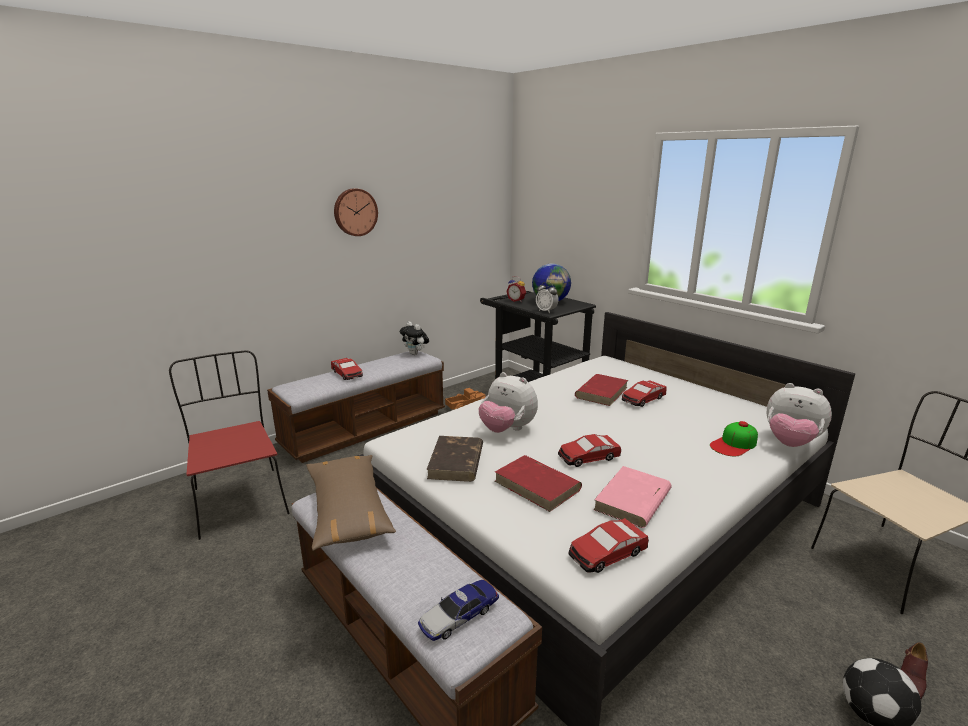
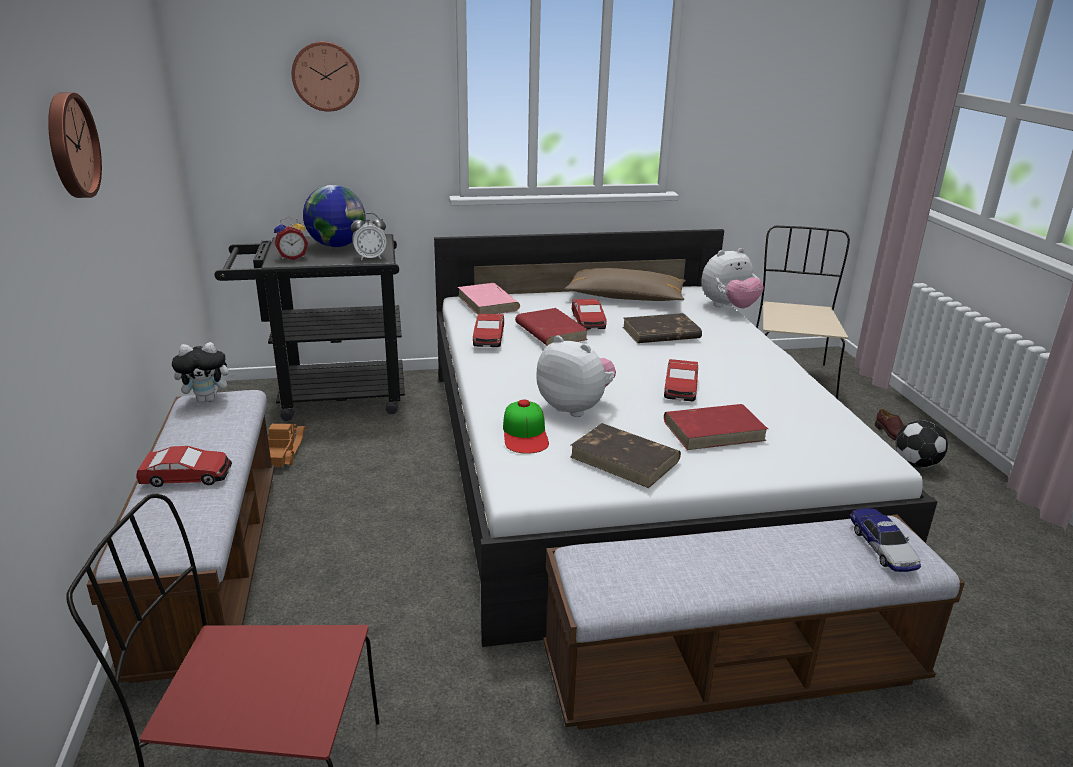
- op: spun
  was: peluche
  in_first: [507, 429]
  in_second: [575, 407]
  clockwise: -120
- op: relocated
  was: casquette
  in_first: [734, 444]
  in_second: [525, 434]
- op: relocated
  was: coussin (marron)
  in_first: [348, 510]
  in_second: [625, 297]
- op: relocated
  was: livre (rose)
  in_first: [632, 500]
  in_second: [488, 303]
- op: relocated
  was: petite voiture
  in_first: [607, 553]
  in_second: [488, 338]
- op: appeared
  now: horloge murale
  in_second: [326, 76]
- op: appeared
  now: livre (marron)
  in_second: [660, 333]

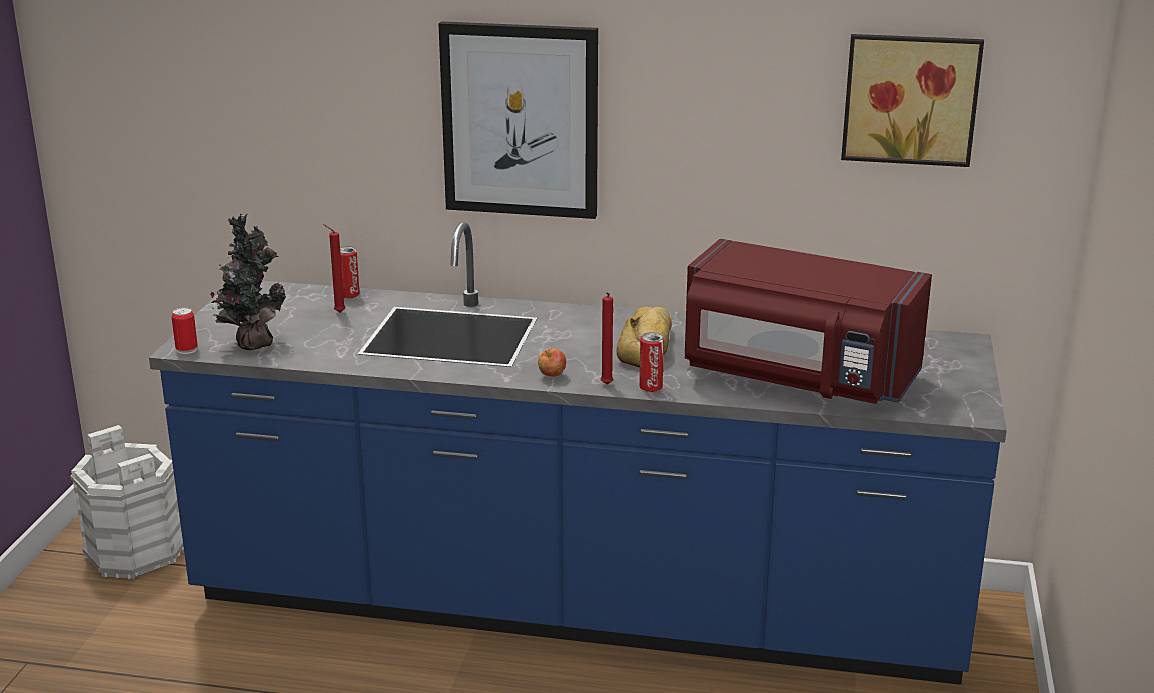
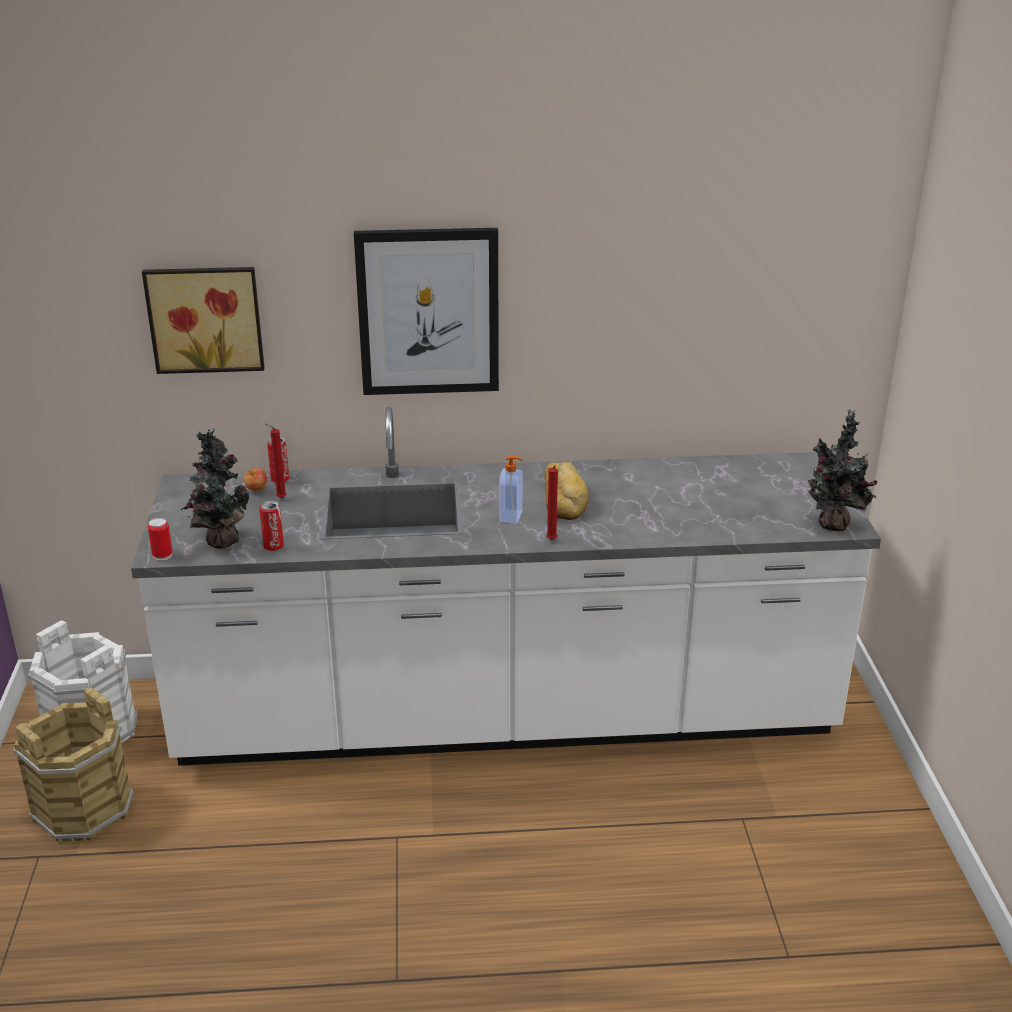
- op: relocated
  was: tableau
  in_first: [910, 98]
  in_second: [205, 318]
- op: colour
  was: comptoir de cuisine (bleu)
  now: comptoir de cuisine (blanc)
  in_first: [577, 607]
  in_second: [506, 718]
- op: missing
  was: micro-ondes (rouge)
  in_first: [796, 377]
- op: relocated
  was: boîte métallique
  in_first: [650, 387]
  in_second: [273, 546]
- op: relocated
  was: pomme
  in_first: [552, 376]
  in_second: [257, 490]
- op: appeared
  now: plante en pot
  in_second: [833, 526]
- op: appeared
  now: distributeur de savon
  in_second: [511, 516]
- op: appeared
  now: seau (marron)
  in_second: [83, 809]

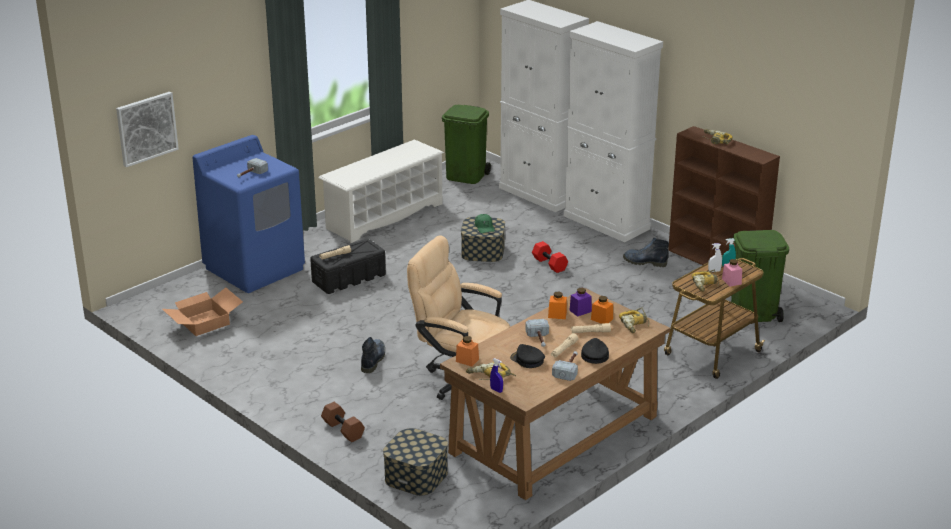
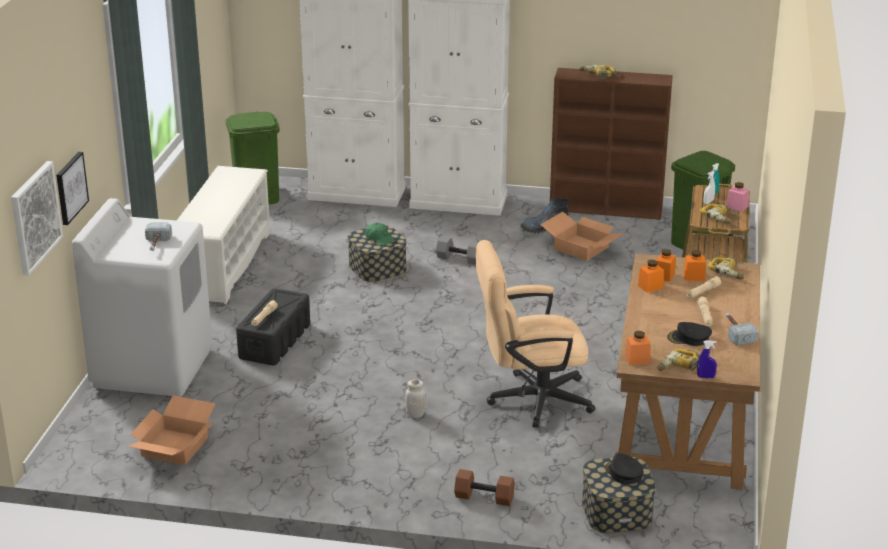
- op: colour
  was: lave-linge (bleu)
  now: lave-linge (blanc)
  in_first: [255, 268]
  in_second: [152, 367]
- op: colour
  was: haltère (rouge)
  now: haltère (gris)
  in_first: [550, 264]
  in_second: [460, 258]
- op: colour
  was: bocal (violet)
  now: bocal (orange)
  in_first: [580, 311]
  in_second: [664, 276]
- op: missing
  was: marteau
  in_first: [539, 340]
- op: exchanged
  was: botte
  now: bocal (blanc)
  in_first: [373, 359]
  in_second: [415, 414]
- op: relocated
  was: casquette (noir)
  in_first: [594, 355]
  in_second: [623, 473]
- op: appeared
  now: tableau
  in_second: [70, 187]
- op: appeared
  now: carton
  in_second: [582, 248]

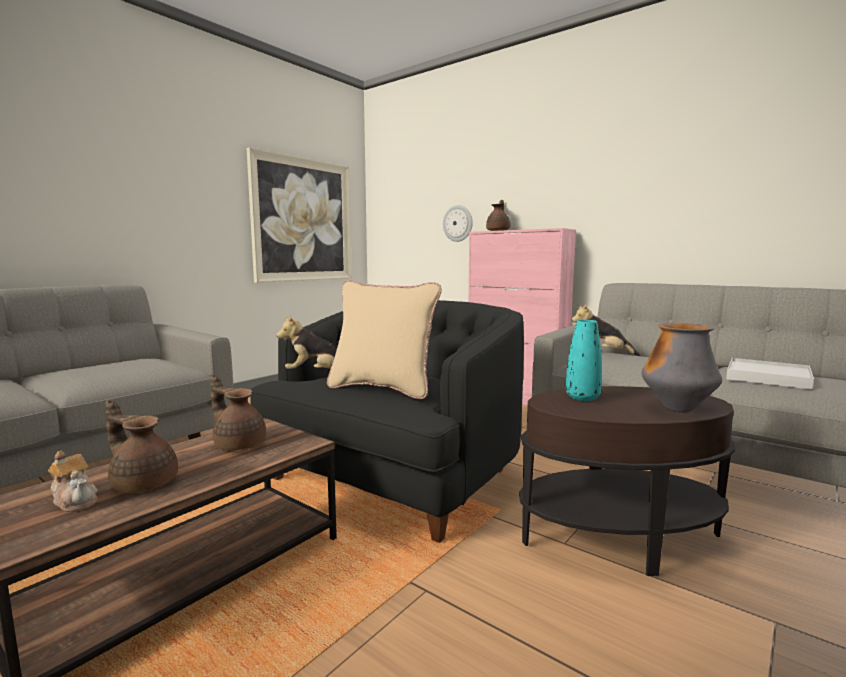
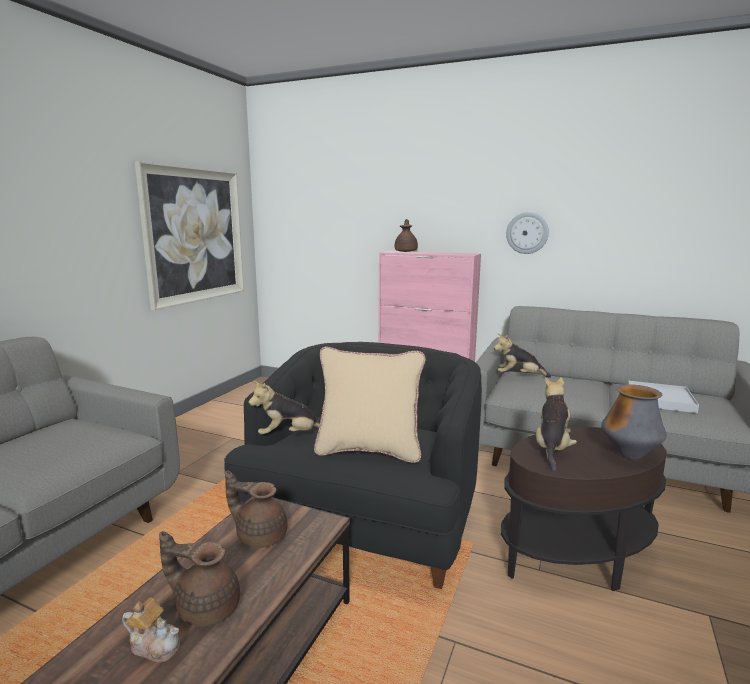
- op: relocated
  was: horloge murale
  in_first: [458, 223]
  in_second: [527, 233]
- op: exchanged
  was: vase (turquoise)
  now: peluche
  in_first: [582, 398]
  in_second: [552, 448]

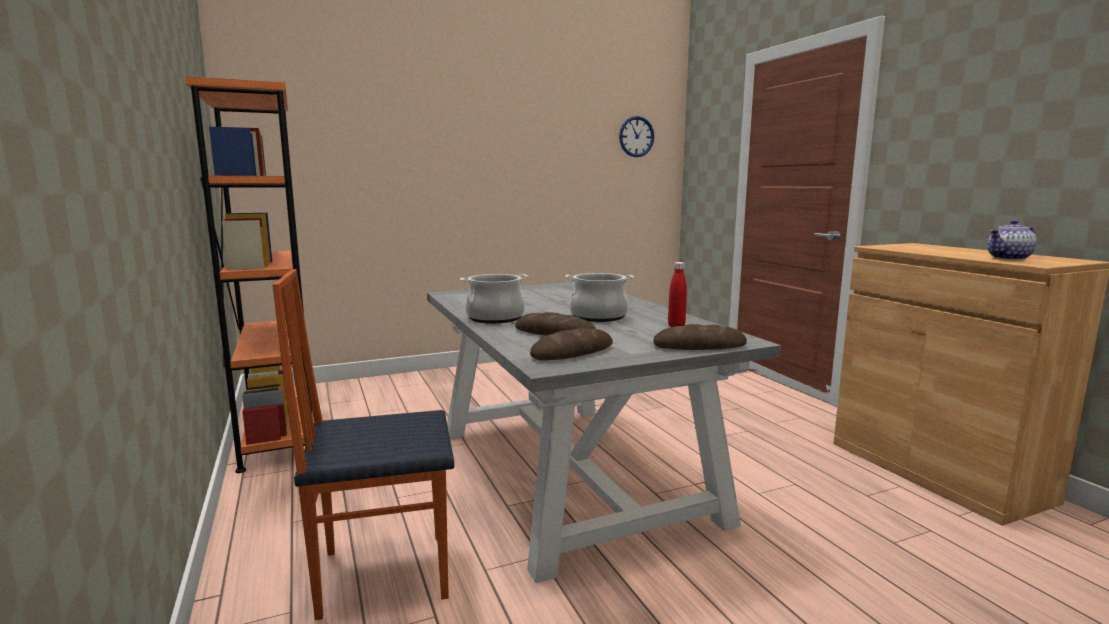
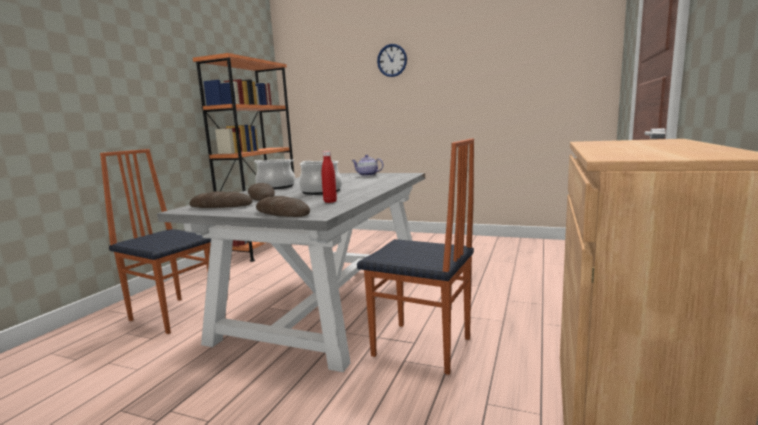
- op: relocated
  was: horloge murale
  in_first: [636, 136]
  in_second: [392, 60]
- op: relocated
  was: théière
  in_first: [1009, 258]
  in_second: [367, 175]
- op: appeared
  now: chaise
  in_second: [422, 348]

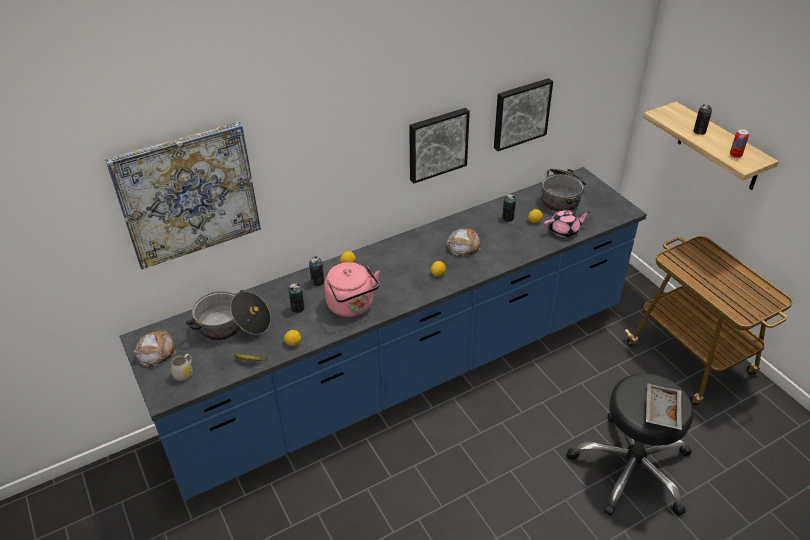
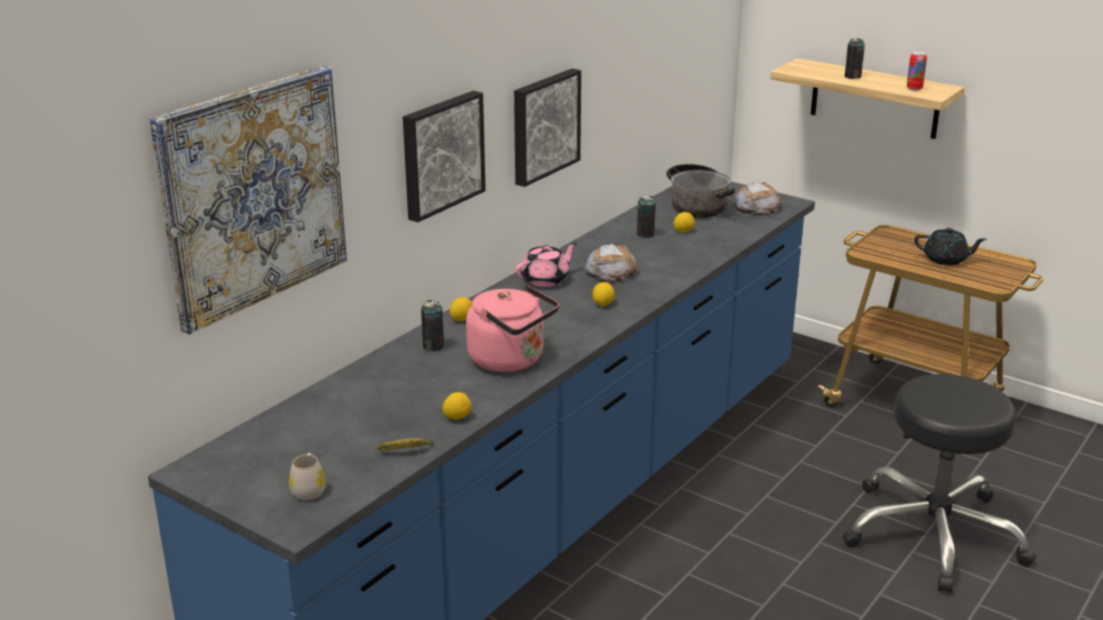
- op: relocated
  was: tableau
  in_first: [520, 113]
  in_second: [441, 154]
- op: relocated
  was: théière (rose)
  in_first: [564, 231]
  in_second: [546, 280]
- op: missing
  was: boîte métallique
  in_first: [298, 308]
- op: missing
  was: marmite
  in_first: [232, 326]
- op: relocated
  was: pain
  in_first: [155, 351]
  in_second: [756, 206]
- op: missing
  was: plateau (gris)
  in_first: [660, 411]
- op: appeared
  now: théière (noir)
  in_second: [946, 259]

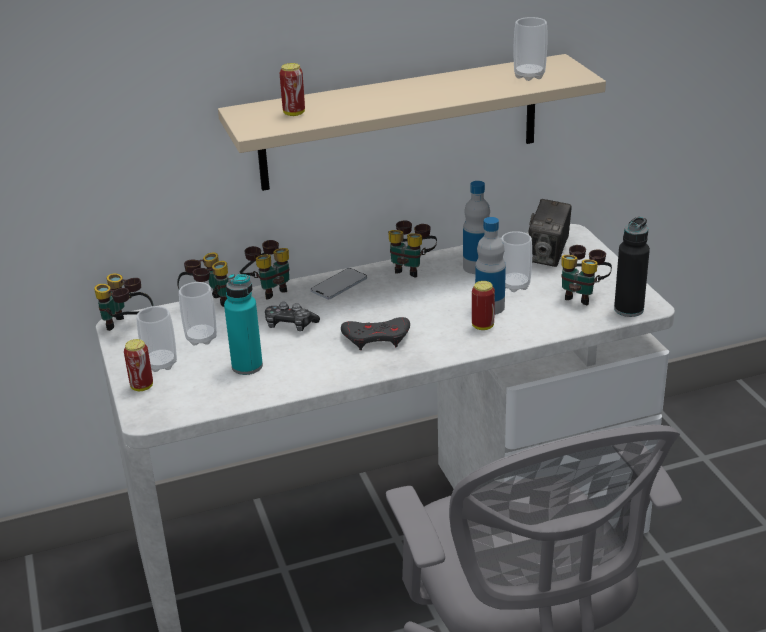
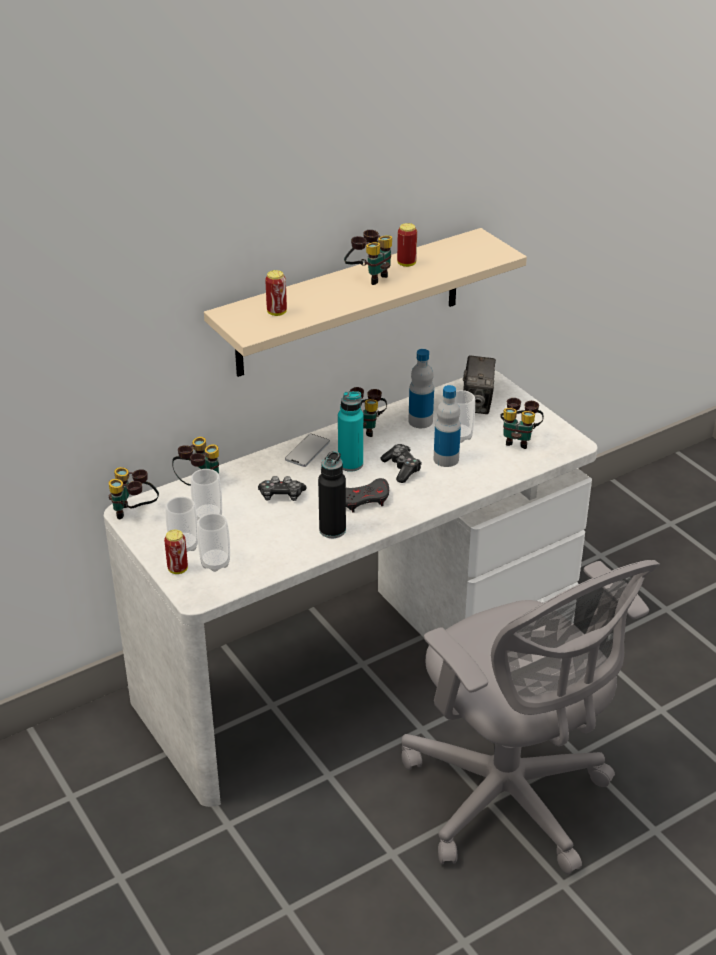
- op: relocated
  was: tasse
  in_first: [529, 76]
  in_second: [215, 563]
- op: relocated
  was: bouteille (noir)
  in_first: [628, 309]
  in_second: [332, 530]
- op: relocated
  was: jumelles
  in_first: [269, 289]
  in_second: [369, 276]
- op: relocated
  was: bouteille (turquoise)
  in_first: [247, 366]
  in_second: [350, 464]
- op: relocated
  was: boîte métallique
  in_first: [482, 326]
  in_second: [406, 264]
- op: appeared
  now: manette
  in_second: [402, 468]

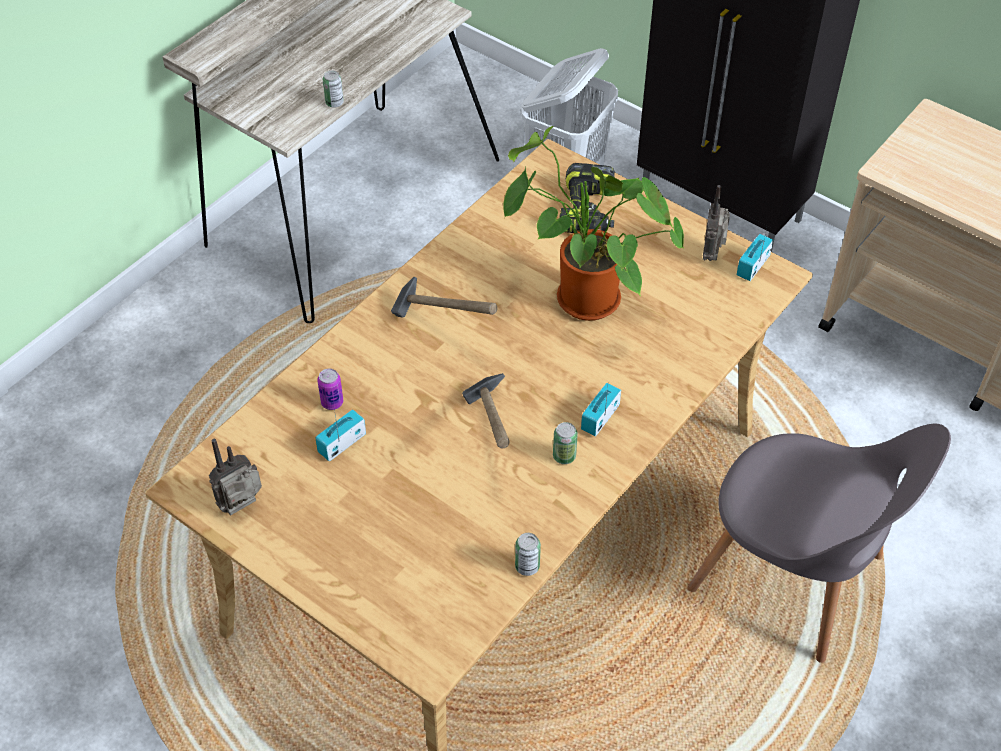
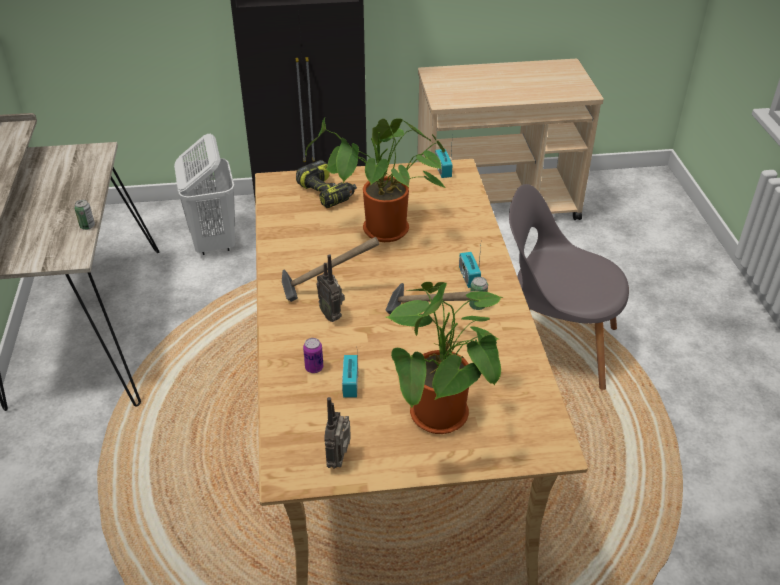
- op: relocated
  was: radio
  in_first: [712, 254]
  in_second: [332, 315]
- op: spun
  was: chaise (gris)
  in_first: [793, 578]
  in_second: [554, 345]
  clockwise: -150
- op: missing
  was: boîte métallique
  in_first: [527, 566]
- op: appeared
  now: plante en pot
  in_second: [443, 420]

